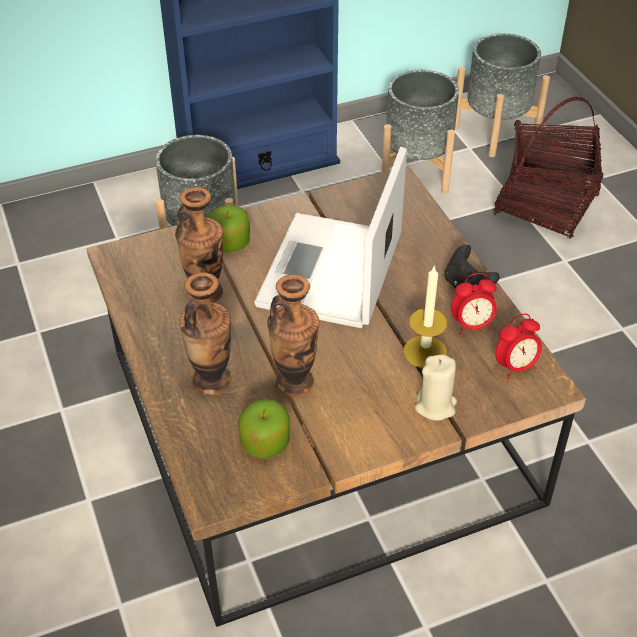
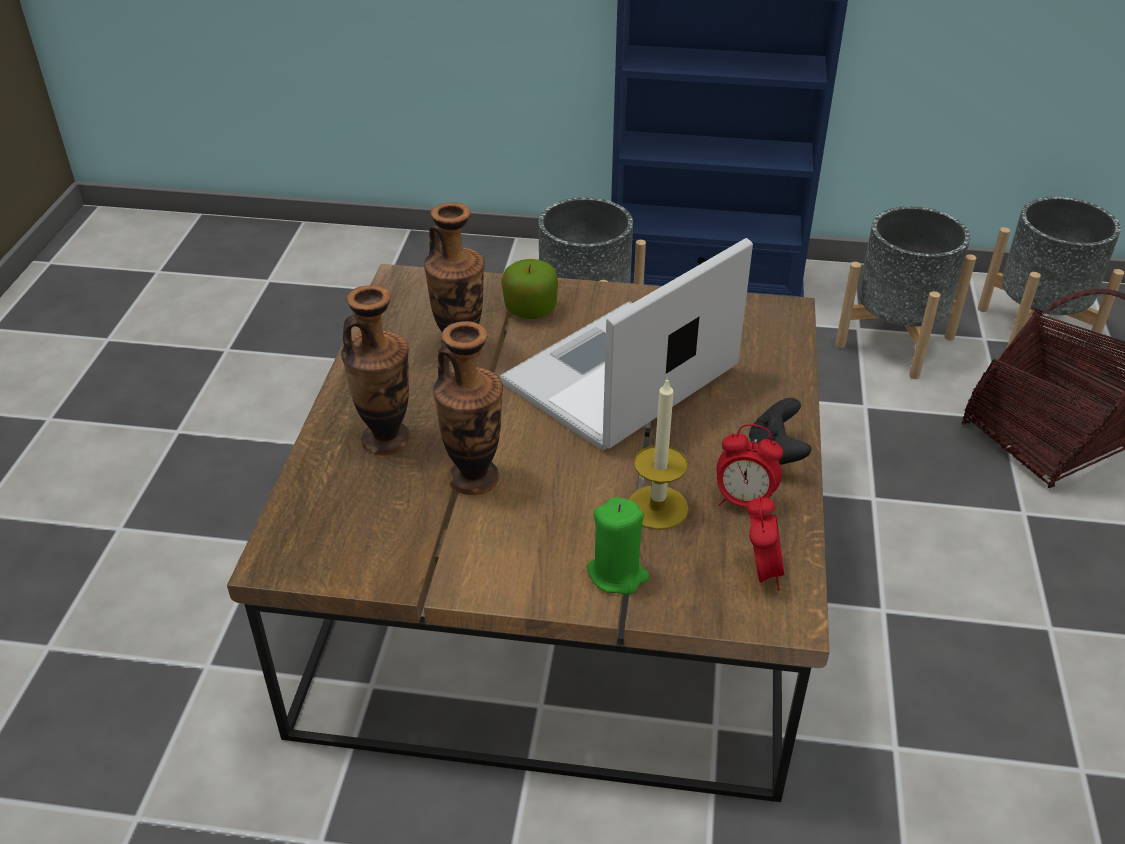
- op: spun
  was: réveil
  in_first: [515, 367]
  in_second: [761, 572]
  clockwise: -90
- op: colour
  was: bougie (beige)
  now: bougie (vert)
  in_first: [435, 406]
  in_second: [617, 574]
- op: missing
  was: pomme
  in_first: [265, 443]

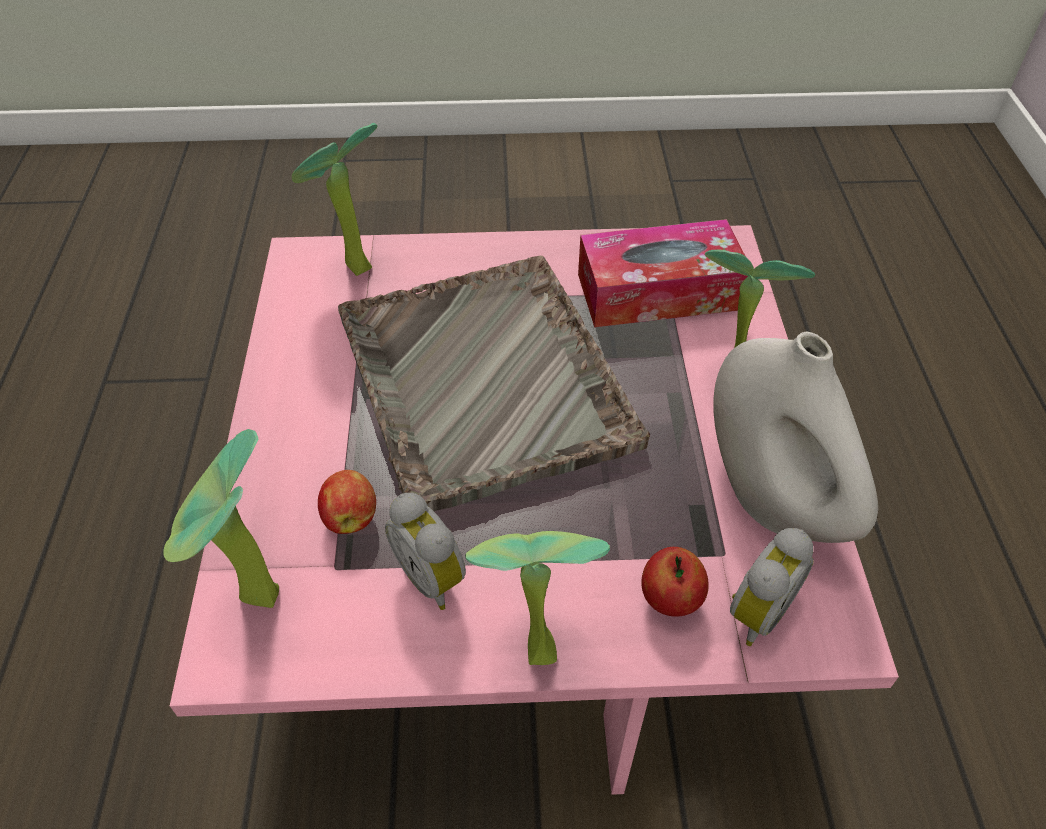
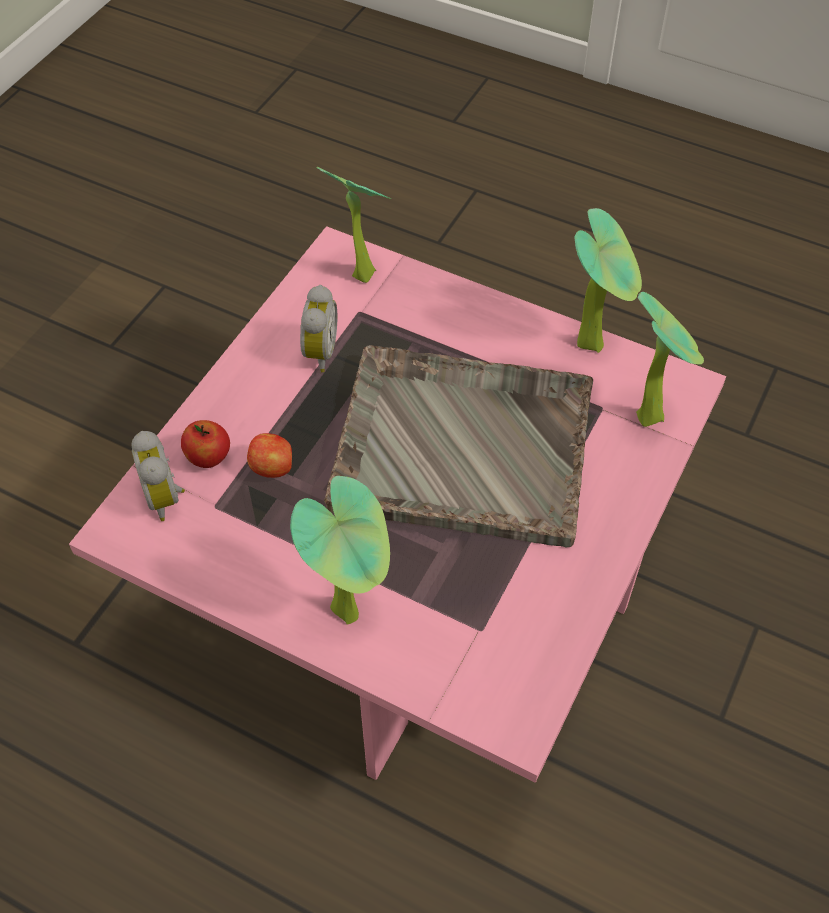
- op: missing
  was: boîte à mouchoirs
  in_first: [658, 292]
- op: missing
  was: vase (blanc)
  in_first: [772, 499]
- op: relocated
  was: pomme
  in_first: [351, 517]
  in_second: [273, 468]
- op: spun
  was: réveil
  in_first: [434, 576]
  in_second: [317, 352]
  clockwise: 105
- op: relocated
  was: plante en pot
  in_first: [533, 645]
  in_second: [594, 342]

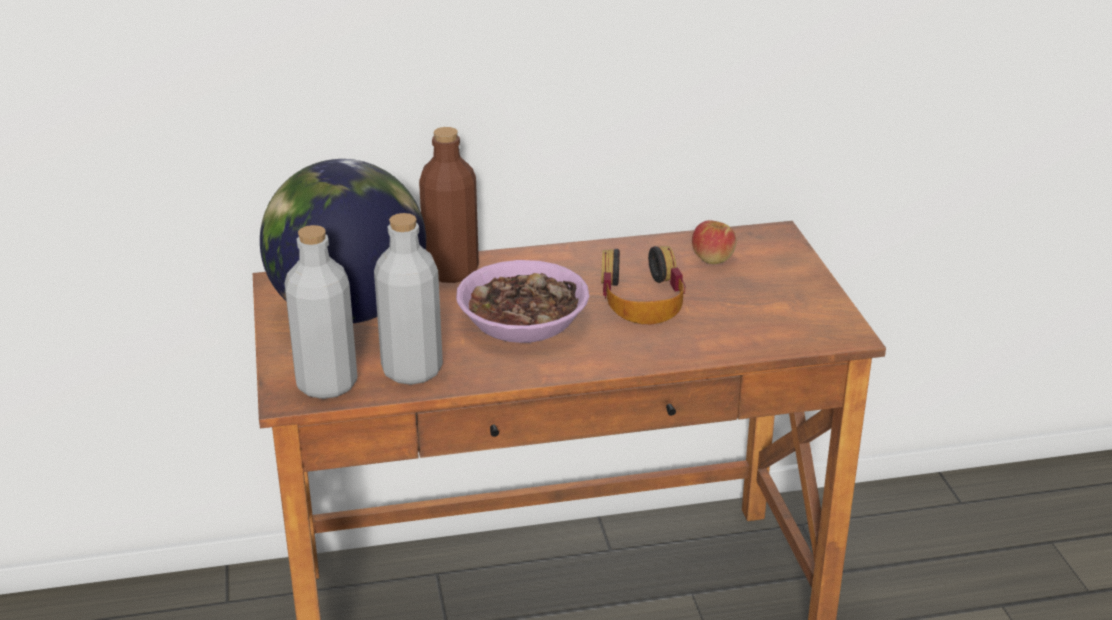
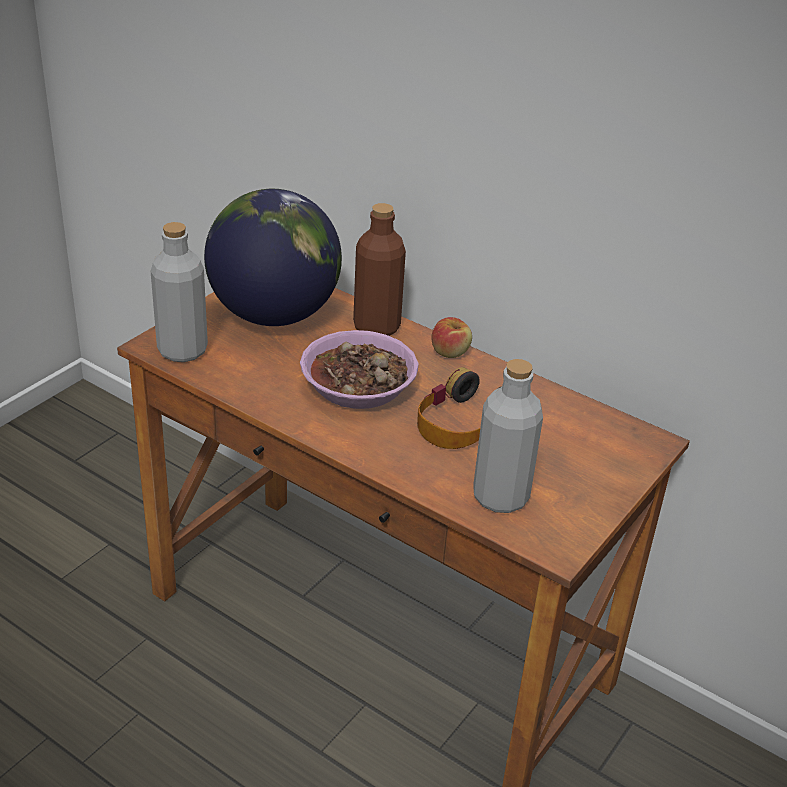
- op: relocated
  was: bouteille (gris)
  in_first: [412, 370]
  in_second: [500, 497]
- op: relocated
  was: pomme
  in_first: [712, 258]
  in_second: [450, 352]

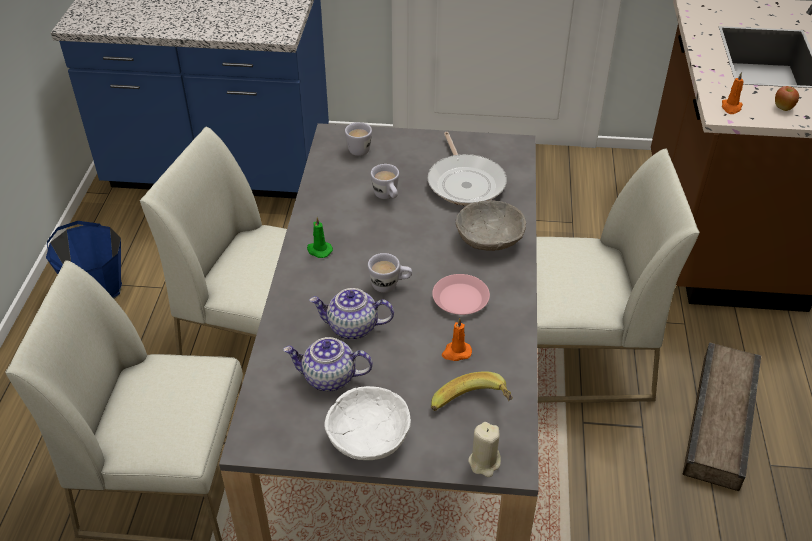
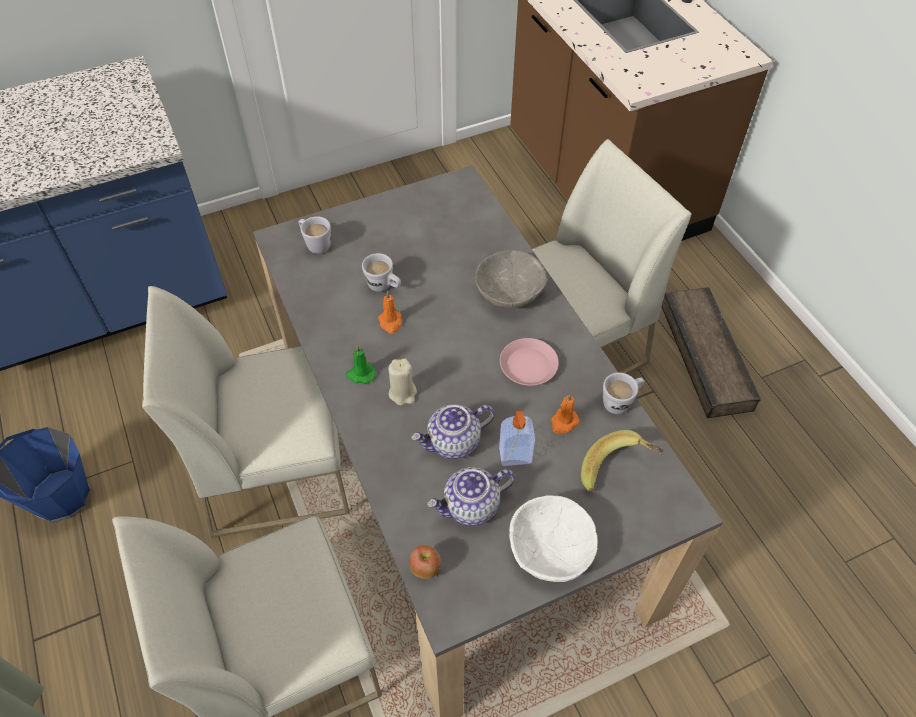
- op: relocated
  was: bougie (orange)
  in_first: [731, 107]
  in_second: [390, 322]
- op: relocated
  was: pomme
  in_first: [783, 108]
  in_second: [425, 568]
- op: missing
  was: poêle
  in_first: [465, 182]
- op: relocated
  was: mug (blanc)
  in_first: [390, 285]
  in_second: [621, 402]
- op: relocated
  was: bougie (beige)
  in_first: [484, 462]
  in_second: [403, 393]
- op: appeared
  now: distributeur de savon
  in_second: [515, 457]

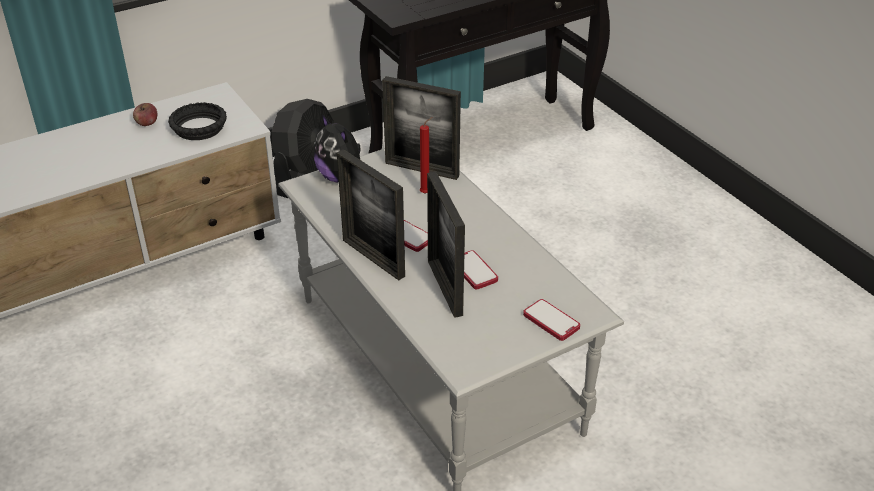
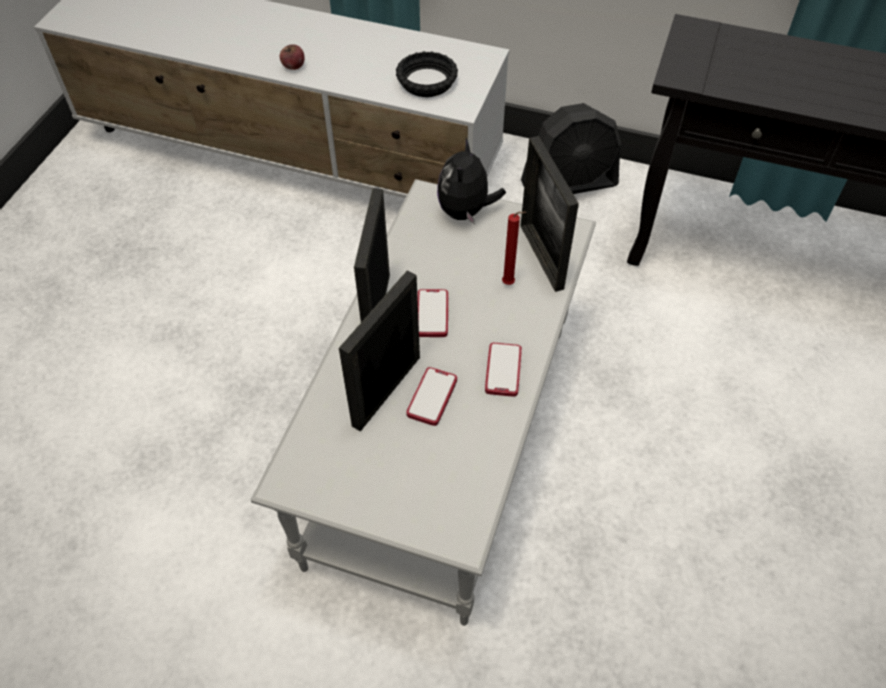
- op: relocated
  was: pomme
  in_first: [147, 123]
  in_second: [293, 66]
- op: relocated
  was: téléphone
  in_first: [551, 321]
  in_second: [503, 370]

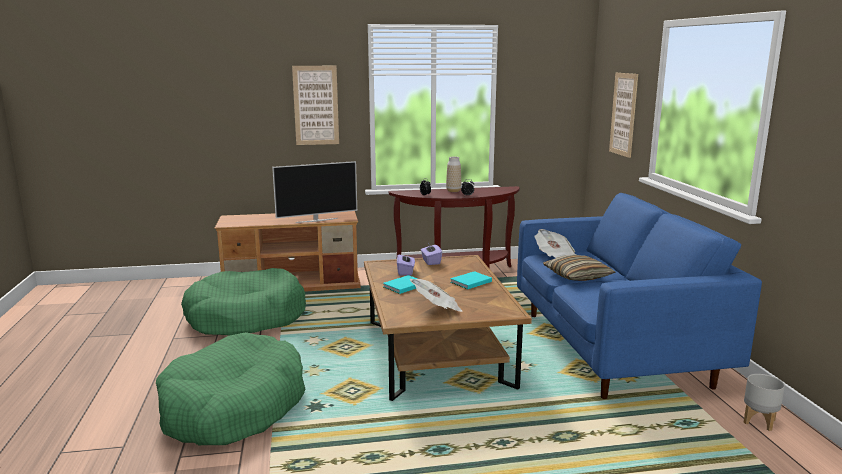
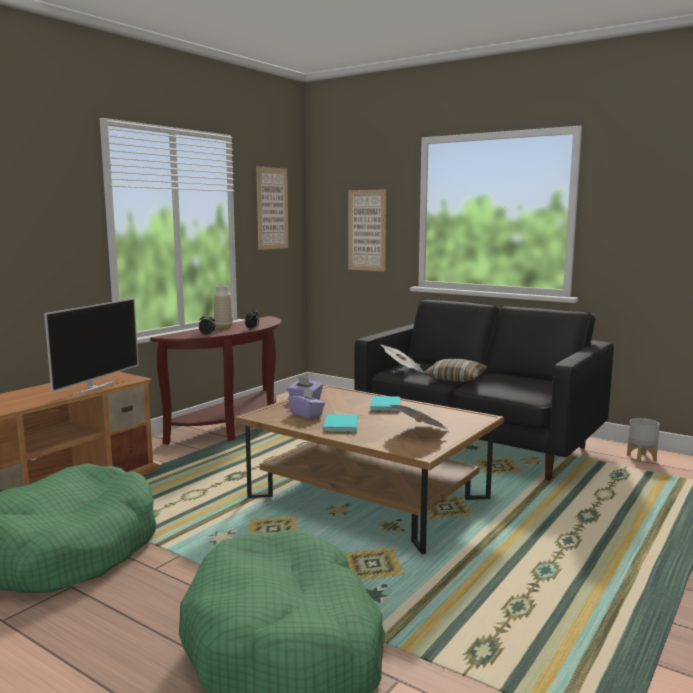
- op: relocated
  was: tableau
  in_first: [316, 105]
  in_second: [272, 208]
- op: colour
  was: canapé (bleu)
  now: canapé (noir)
  in_first: [612, 348]
  in_second: [478, 444]

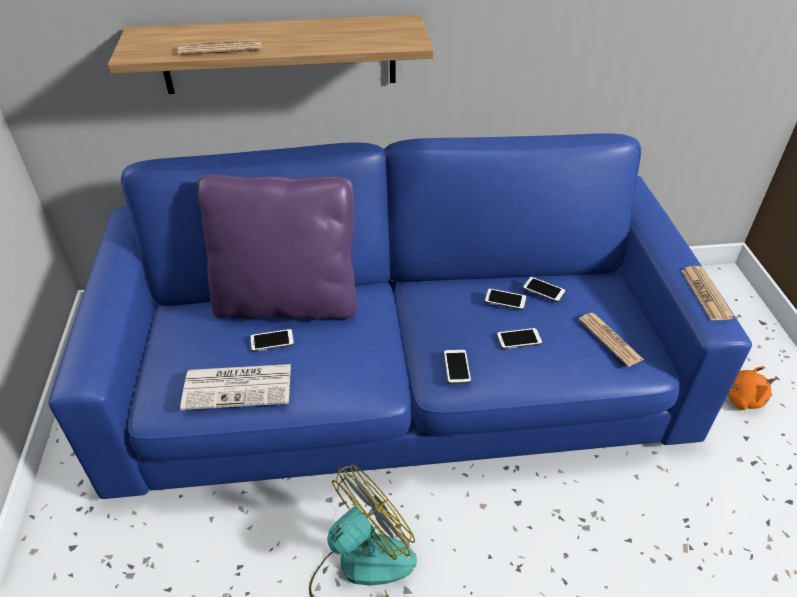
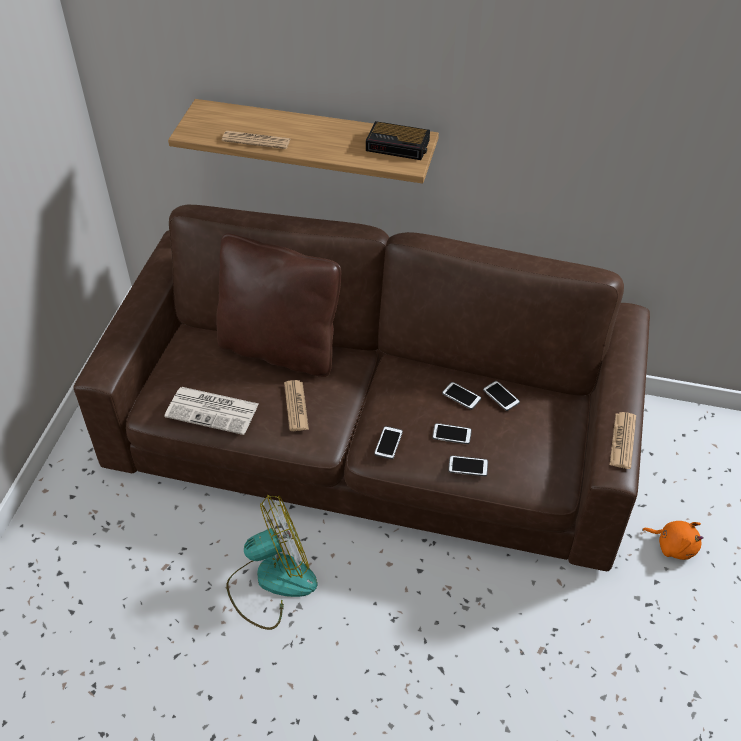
- op: colour
  was: canapé (bleu)
  now: canapé (marron)
  in_first: [398, 376]
  in_second: [370, 435]
- op: colour
  was: coussin (violet)
  now: coussin (marron)
  in_first: [287, 302]
  in_second: [280, 348]
- op: relocated
  was: journal
  in_first: [610, 339]
  in_second: [296, 406]
- op: relocated
  was: téléphone
  in_first: [272, 341]
  in_second: [468, 466]
- op: appeared
  now: réveil
  in_second: [399, 145]

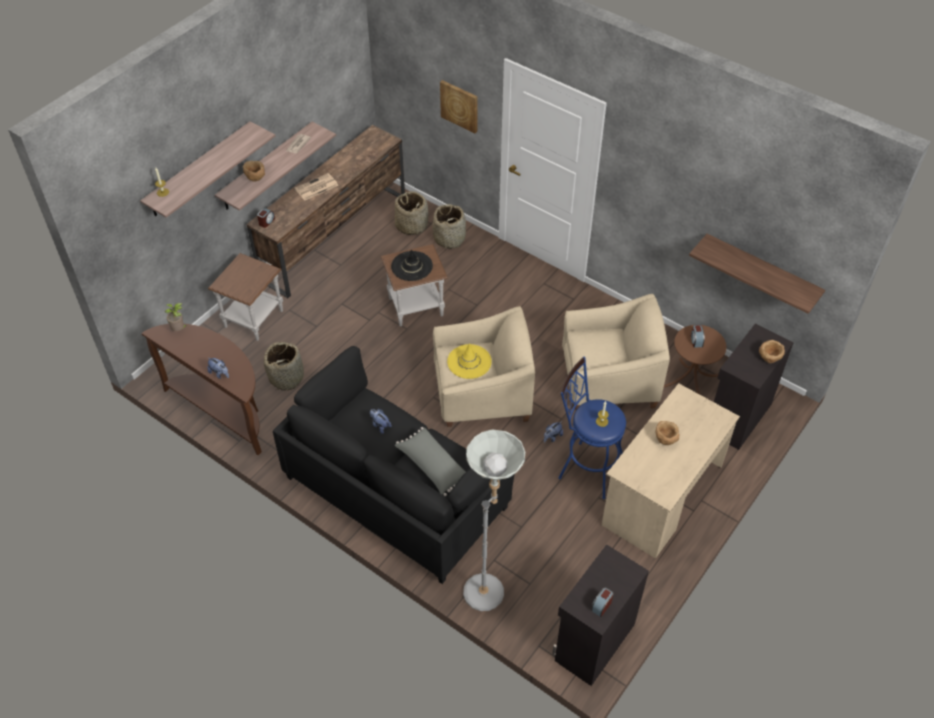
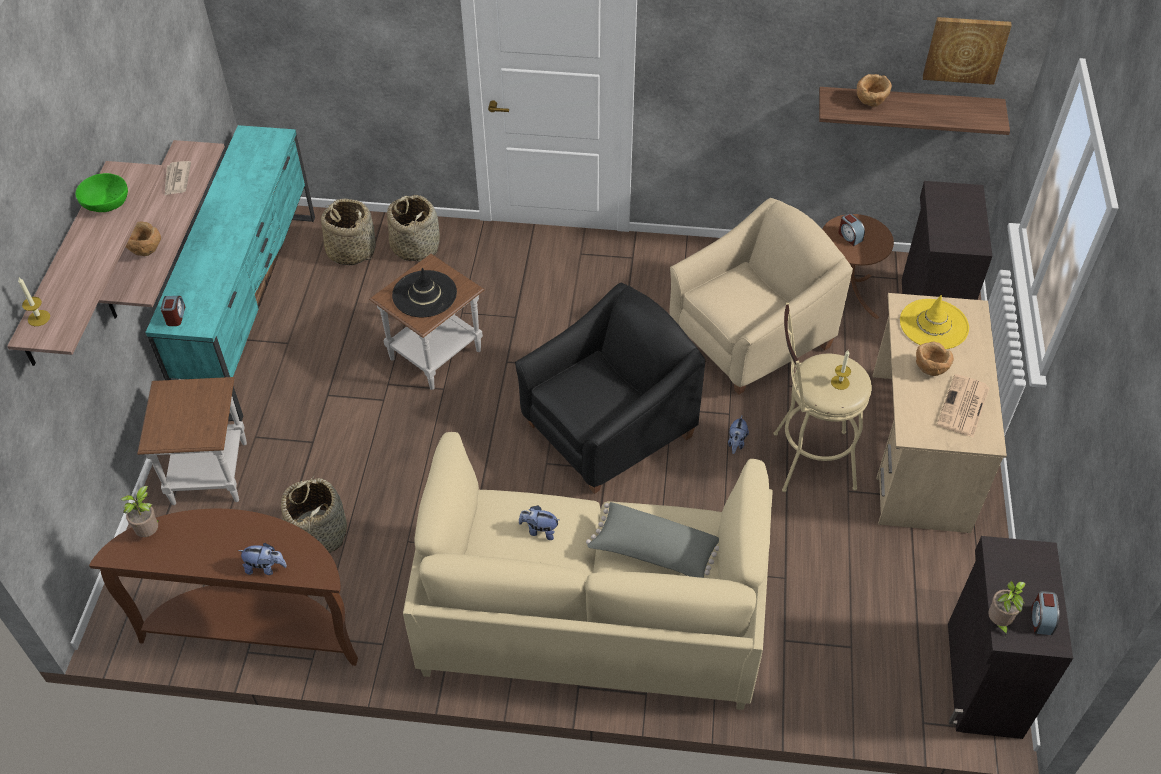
- op: relocated
  was: tableau
  in_first: [460, 105]
  in_second: [965, 49]
- op: colour
  was: meuble télé (marron)
  now: meuble télé (turquoise)
  in_first: [335, 237]
  in_second: [252, 309]
- op: relocated
  was: journal
  in_first: [316, 187]
  in_second: [963, 407]
- op: colour
  was: fauteuil (beige)
  now: fauteuil (noir)
  in_first: [482, 394]
  in_second: [608, 430]
- op: relocated
  was: bol (marron)
  in_first: [769, 359]
  in_second: [871, 103]
- op: relocated
  was: chapeau (jaune)
  in_first: [469, 362]
  in_second: [933, 325]
- op: colour
  was: canapé (noir)
  now: canapé (beige)
  in_first: [397, 491]
  in_second: [591, 615]
- op: colour
  was: tabouret (bleu)
  now: tabouret (beige)
  in_first: [586, 467]
  in_second: [805, 460]
- op: missing
  was: lampadaire (gris)
  in_first: [489, 586]
- op: appeared
  now: bol (vert)
  in_second: [106, 203]
- op: appeared
  now: plante en pot
  in_second: [998, 622]

